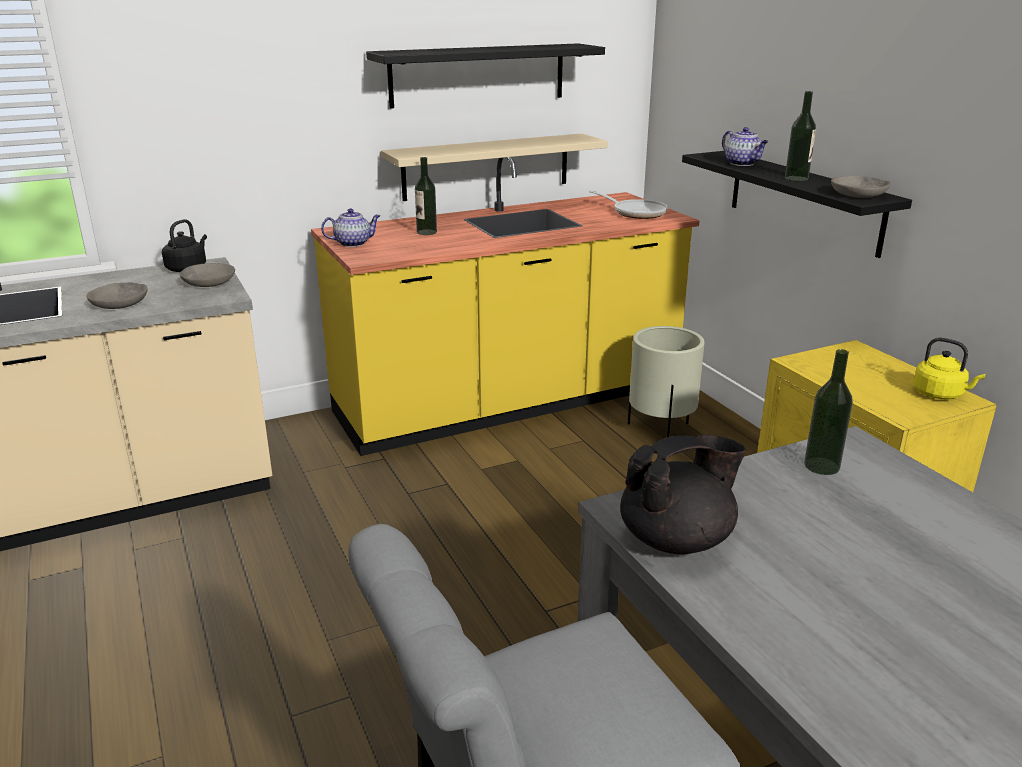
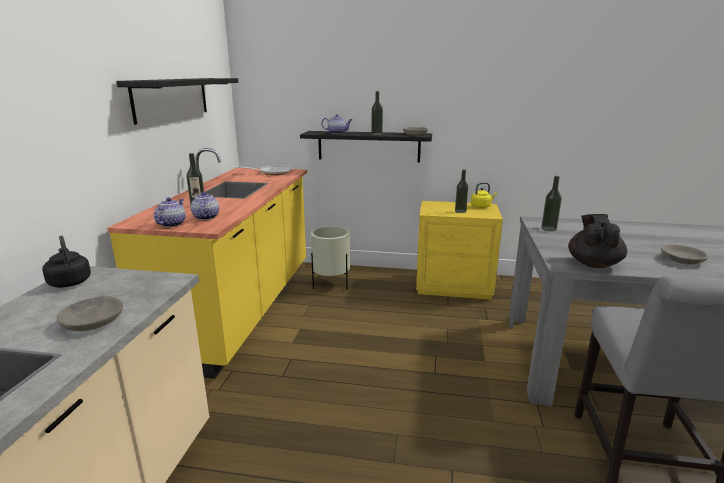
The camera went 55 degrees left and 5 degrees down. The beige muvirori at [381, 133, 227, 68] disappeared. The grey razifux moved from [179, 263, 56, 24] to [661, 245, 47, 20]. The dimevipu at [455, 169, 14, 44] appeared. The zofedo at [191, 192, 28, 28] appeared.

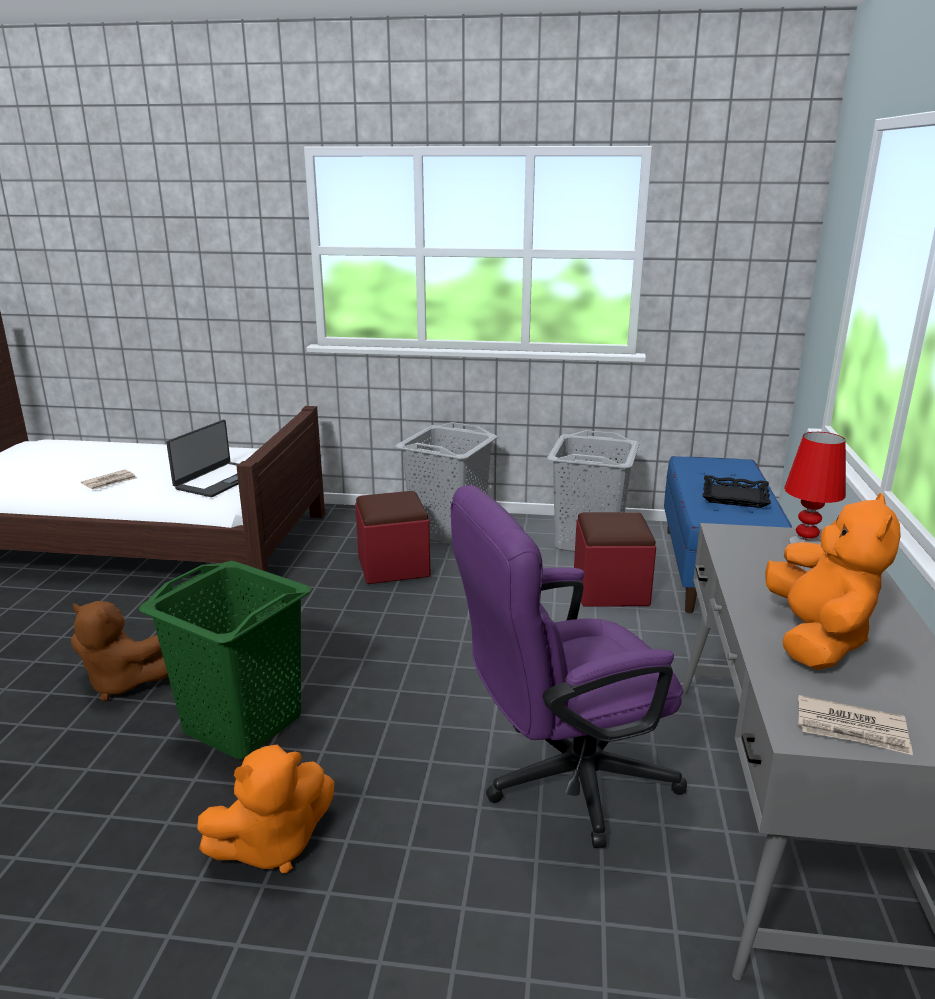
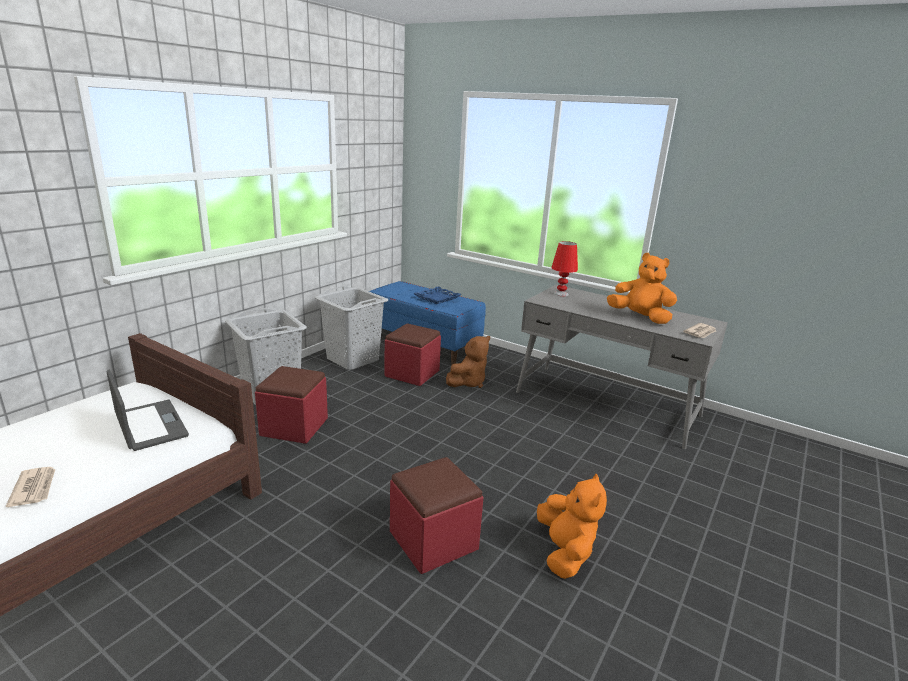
The camera went 65 degrees left and 0 degrees up. The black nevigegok at [702, 475, 69, 33] became the blue nevigegok at [414, 286, 47, 18]. The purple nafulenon at [451, 485, 236, 363] disappeared. The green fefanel at [139, 561, 172, 198] was replaced by the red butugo at [390, 457, 94, 117]. The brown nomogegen moved from [71, 601, 97, 101] to [446, 336, 44, 52].

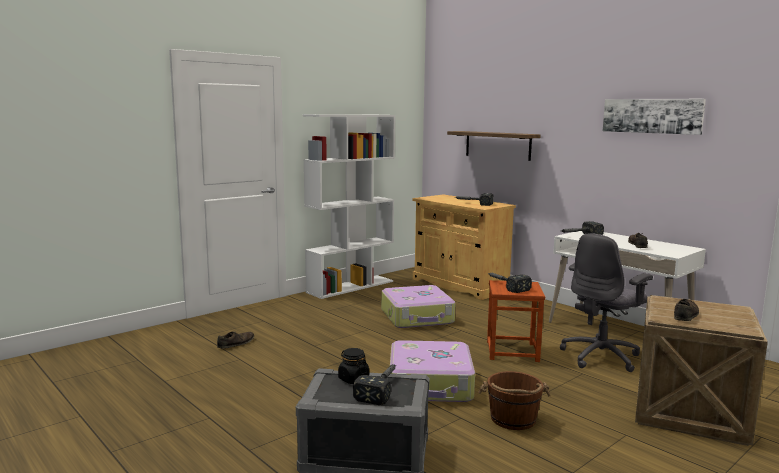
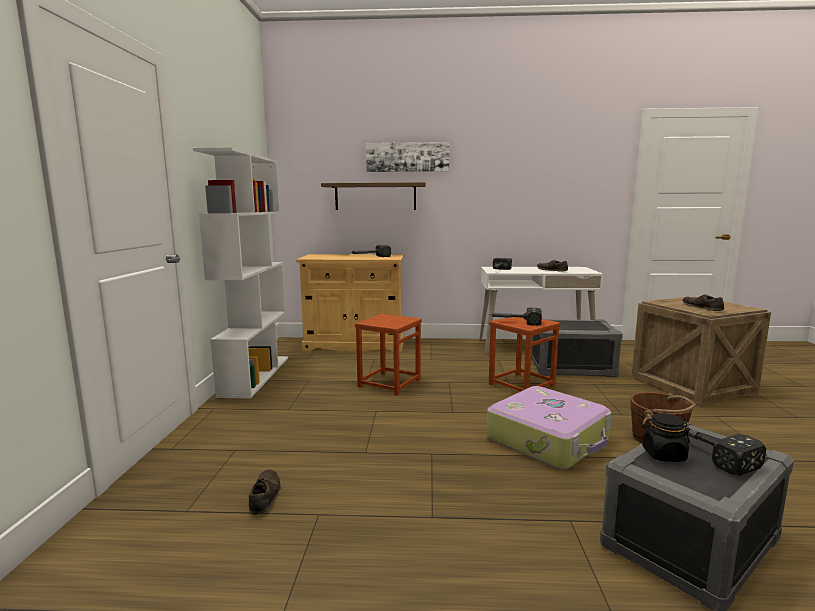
The camera went 45 degrees left and 0 degrees up. The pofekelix moved from [603, 99, 103, 36] to [366, 142, 83, 30]. The grey nafulenon at [560, 233, 93, 139] was replaced by the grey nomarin at [531, 319, 92, 58]. The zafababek at [381, 285, 74, 43] was replaced by the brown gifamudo at [355, 314, 67, 81].

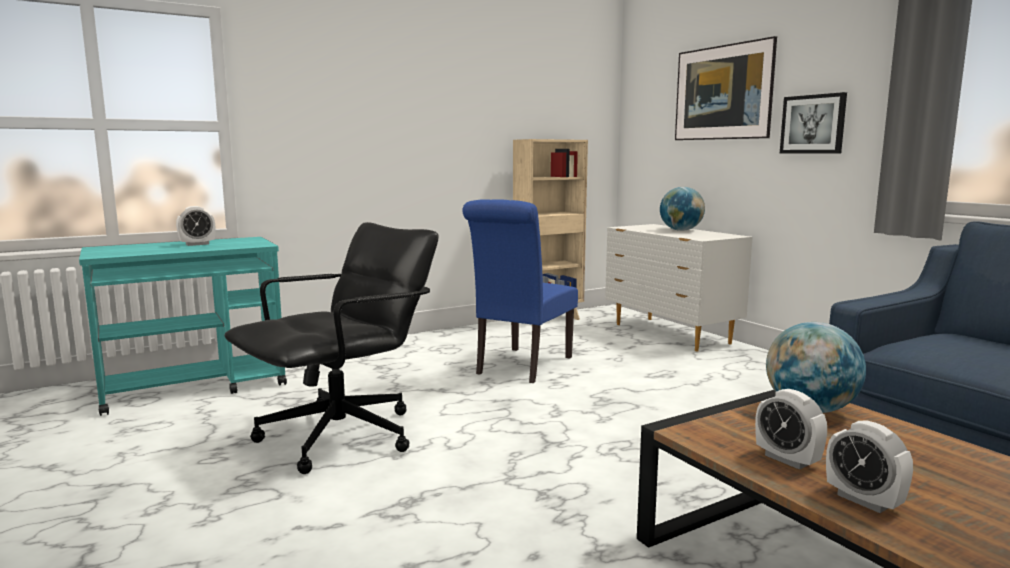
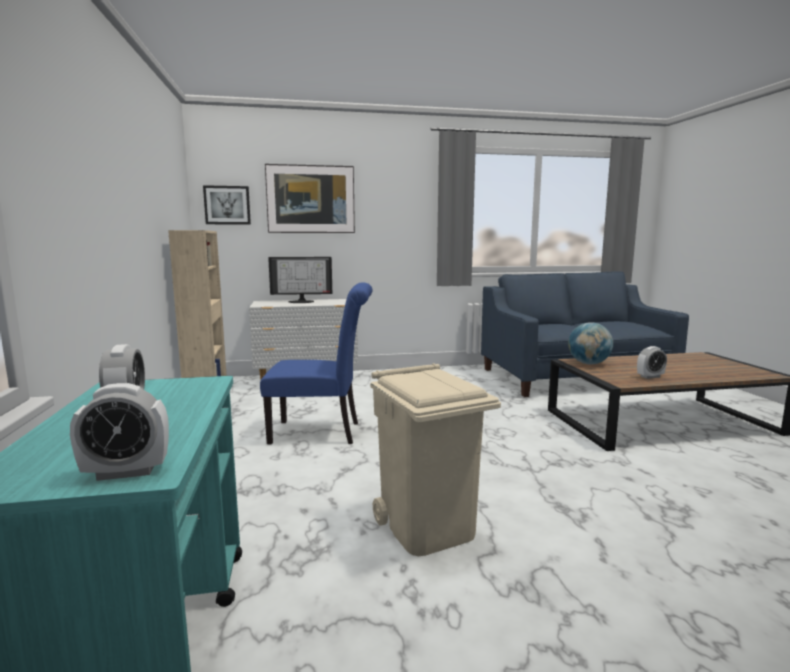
The camera went 70 degrees left and 0 degrees up. The pofekelix moved from [780, 92, 67, 61] to [203, 185, 48, 40]. The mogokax at [660, 187, 45, 44] was replaced by the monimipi at [268, 257, 64, 46]. The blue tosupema at [462, 199, 116, 184] turned 45 degrees counterclockwise. The black nafulenon at [224, 222, 214, 252] was replaced by the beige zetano at [370, 363, 131, 193]. The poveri moved from [826, 420, 87, 93] to [70, 383, 99, 98].

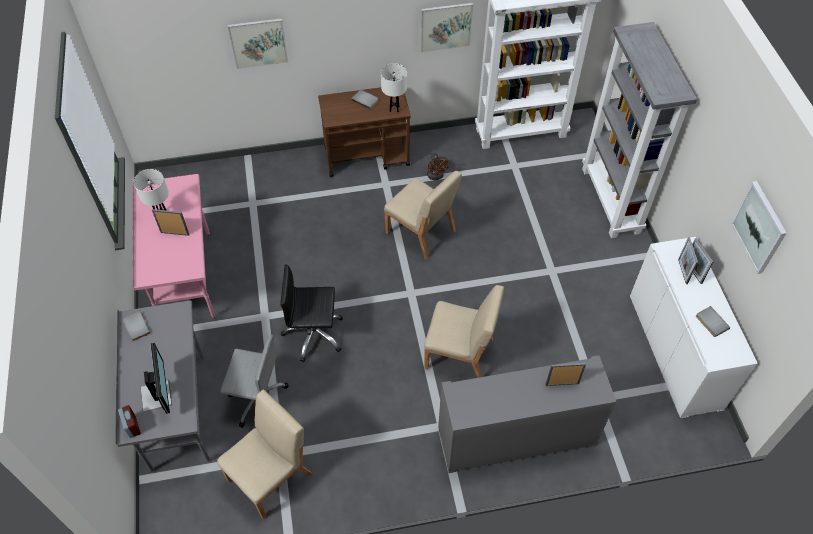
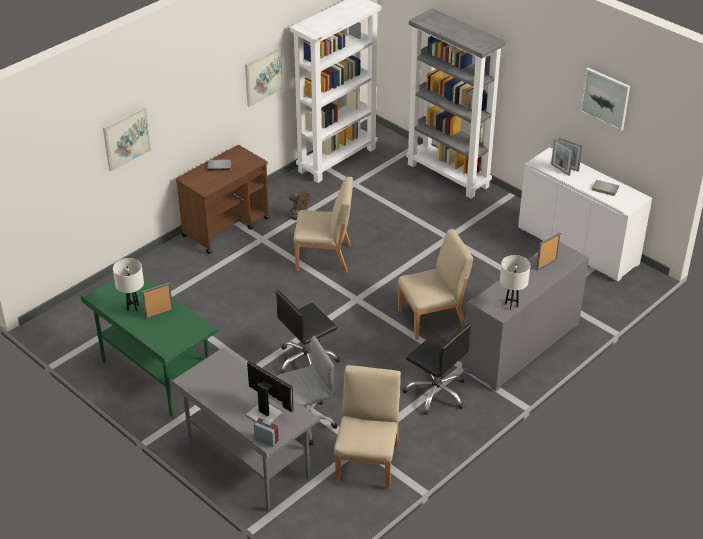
The camera went 35 degrees left and 15 degrees down. The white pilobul moved from [381, 63, 26, 49] to [500, 255, 30, 55]. The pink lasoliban at [132, 174, 83, 144] became the green lasoliban at [80, 275, 138, 143]. The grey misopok at [122, 311, 29, 30] disappeared. The black nafulenon at [403, 324, 69, 91] appeared.

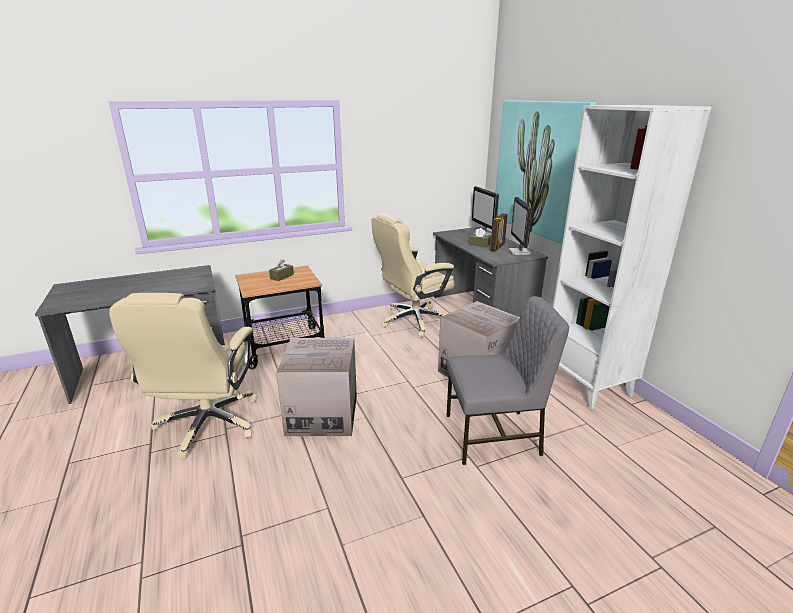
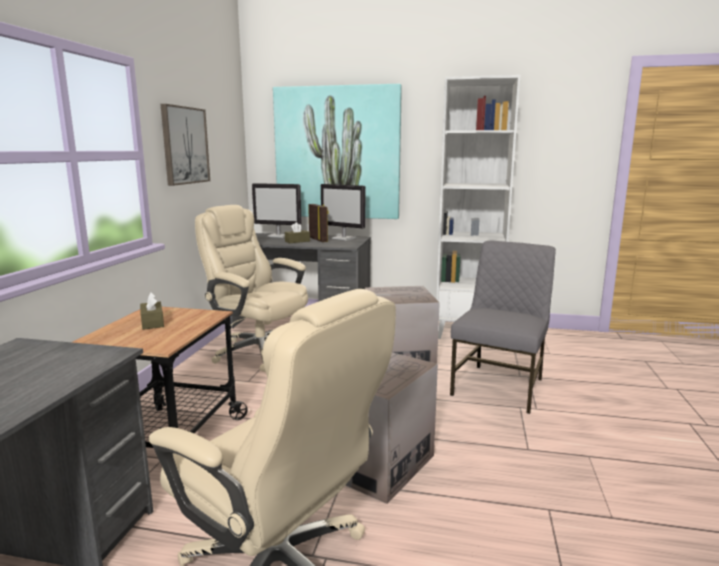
The camera went 55 degrees left and 10 degrees down. The beige nafulenon at [372, 214, 82, 124] turned 120 degrees clockwise. The pofekelix at [161, 104, 49, 82] appeared.

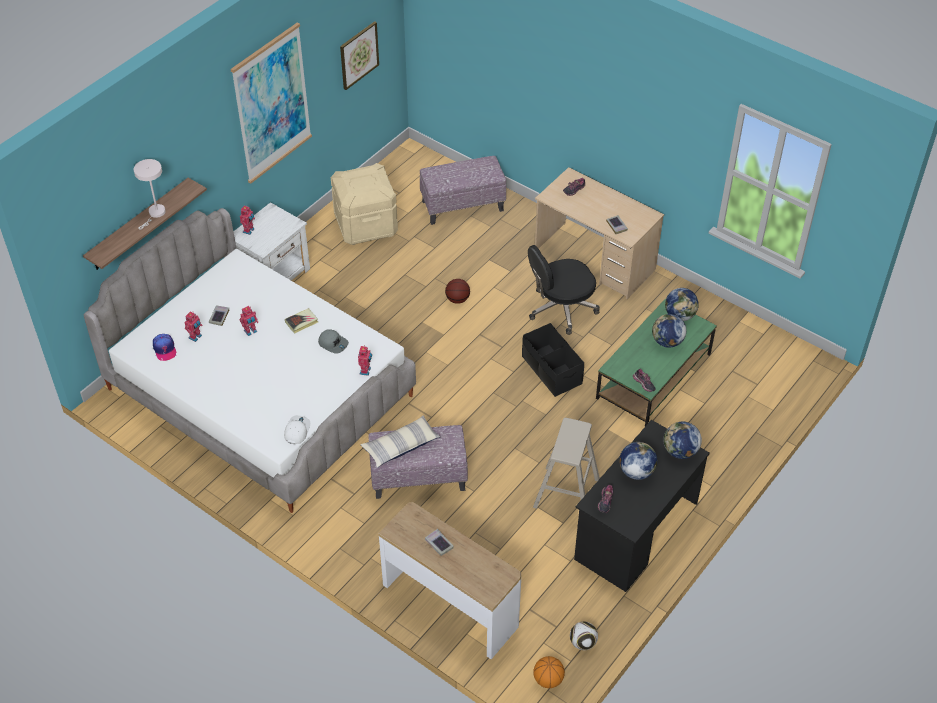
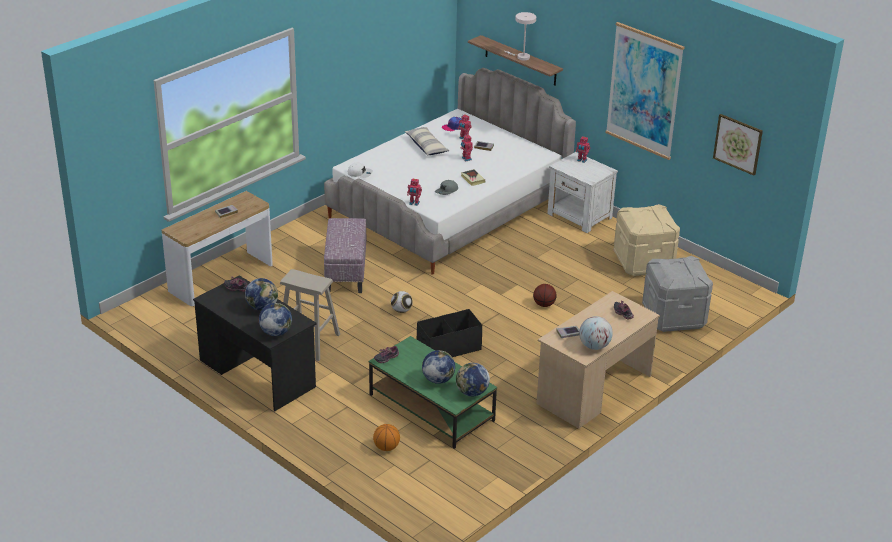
The camera went 95 degrees right and 15 degrees down. The butugo at [420, 156, 86, 69] was replaced by the grey nomarin at [642, 256, 71, 76]. The black nafulenon at [528, 245, 72, 90] disappeared. The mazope moved from [360, 415, 80, 53] to [404, 127, 46, 28]. The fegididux moved from [570, 622, 28, 28] to [391, 291, 22, 22]. The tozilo moved from [533, 656, 32, 32] to [373, 424, 27, 27]. The mogokax at [579, 316, 34, 34] appeared.

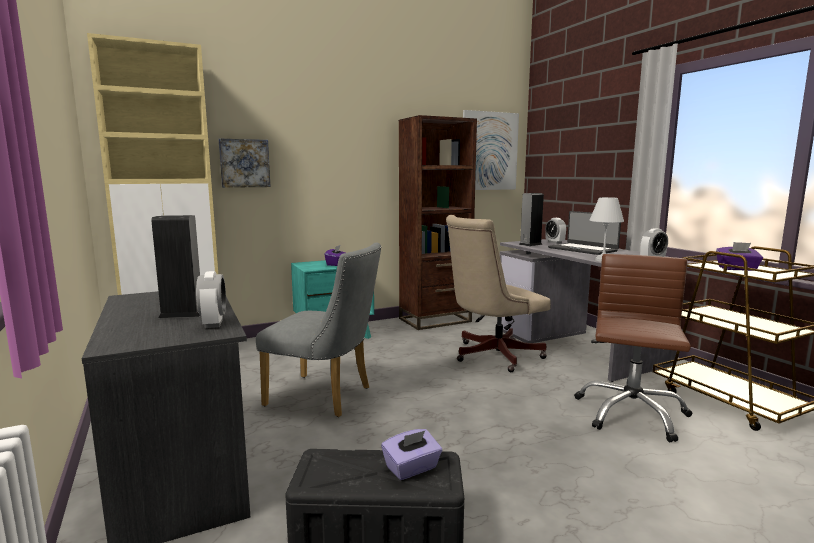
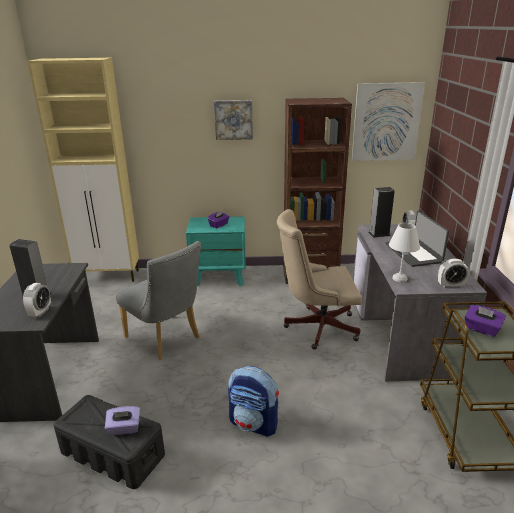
The camera went 25 degrees right and 15 degrees up. The pofekelix moved from [219, 138, 52, 50] to [214, 100, 39, 40]. The brown nafulenon at [575, 254, 118, 188] disappeared. The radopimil at [228, 366, 51, 71] appeared.

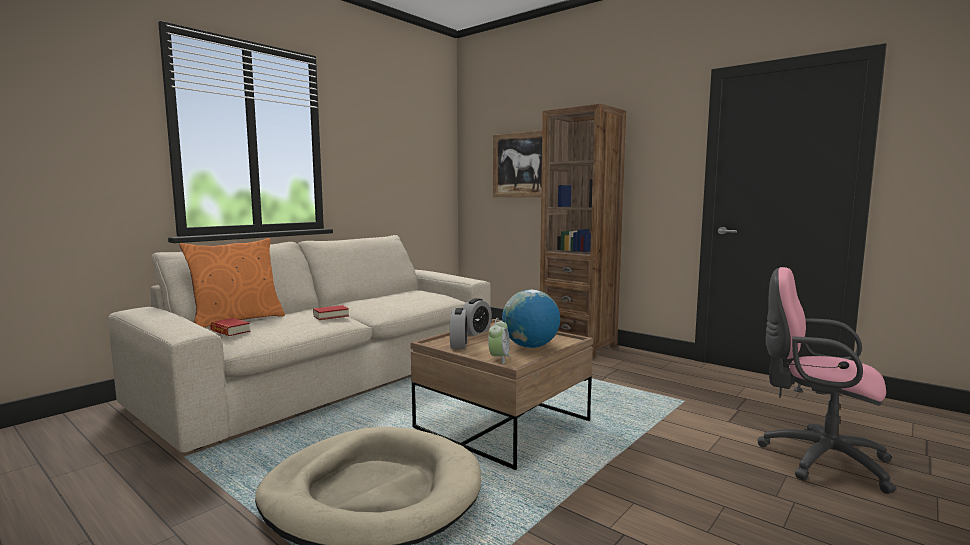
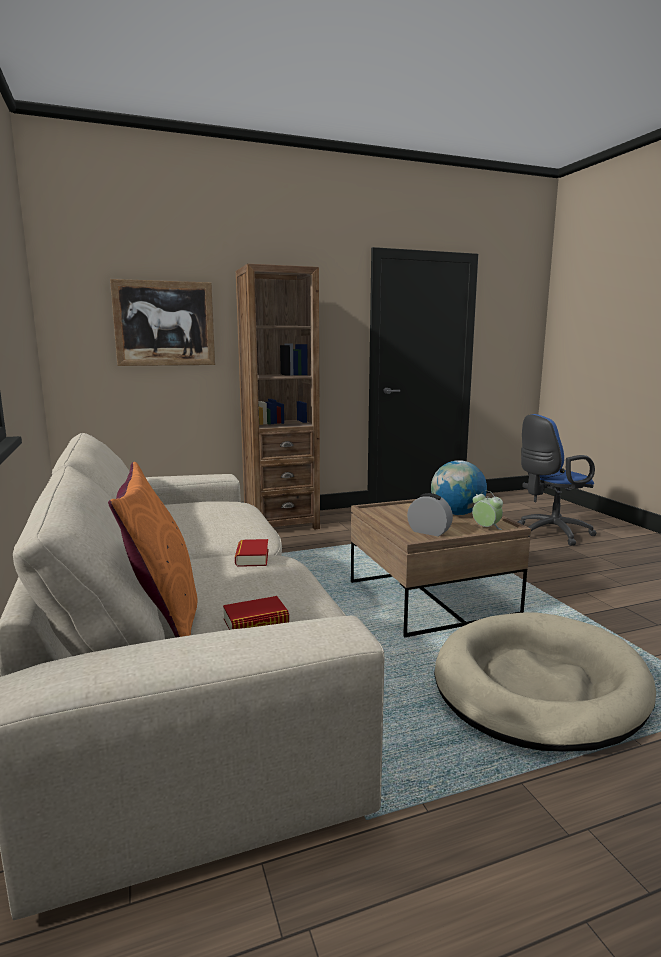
The camera went 60 degrees left and 5 degrees up. The pink nafulenon at [757, 267, 139, 227] became the blue nafulenon at [518, 414, 79, 132]. The poveri at [463, 298, 29, 38] disappeared.

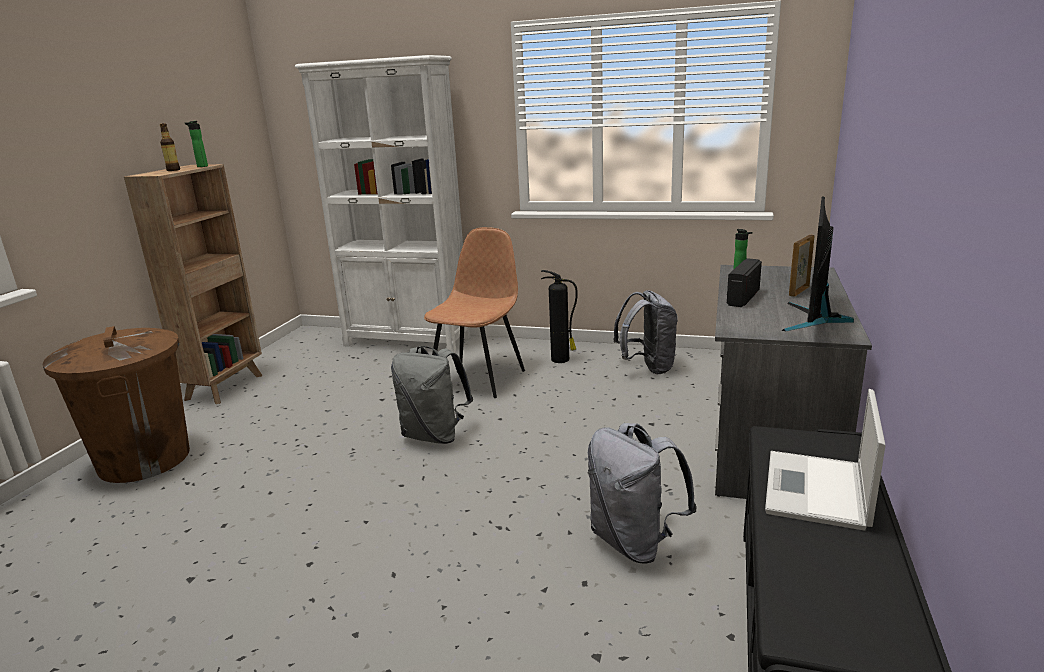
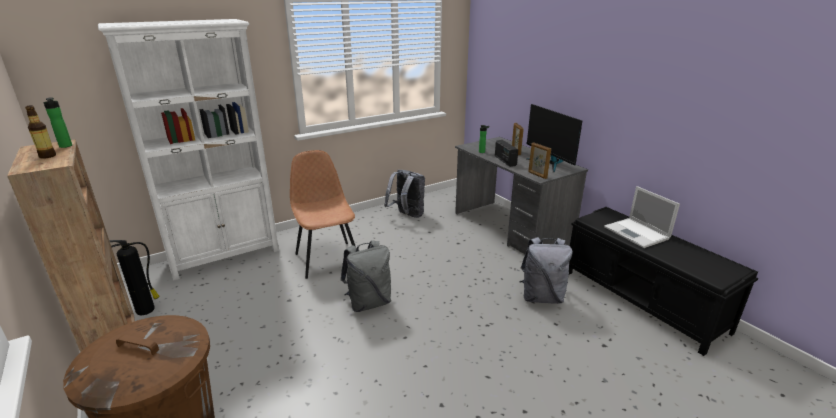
The camera went 50 degrees left and 5 degrees up. The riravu moved from [541, 270, 37, 93] to [109, 240, 51, 75]. The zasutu at [528, 143, 23, 36] appeared.

